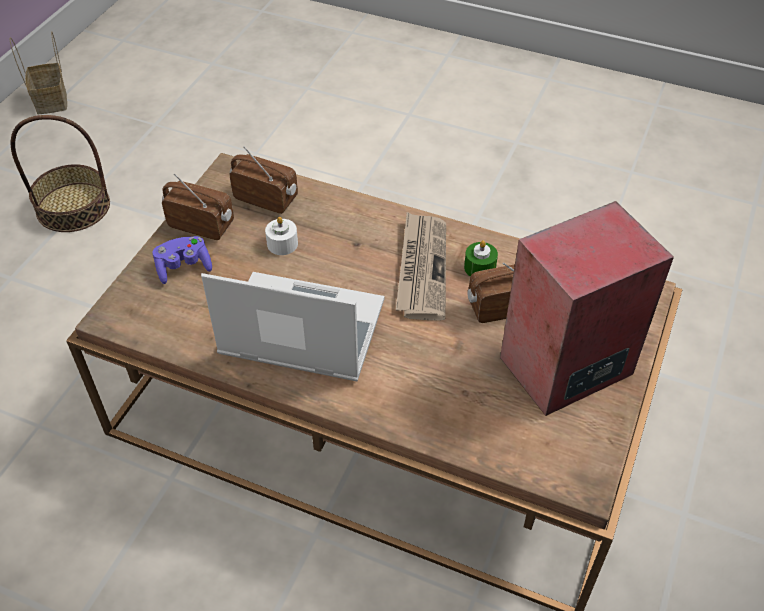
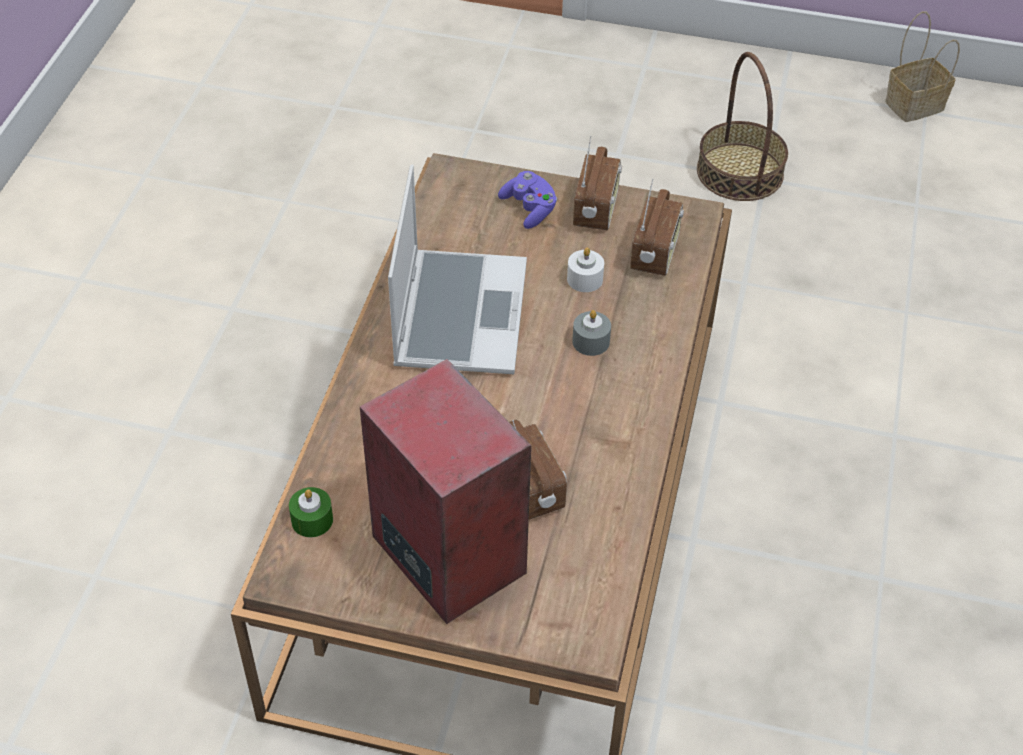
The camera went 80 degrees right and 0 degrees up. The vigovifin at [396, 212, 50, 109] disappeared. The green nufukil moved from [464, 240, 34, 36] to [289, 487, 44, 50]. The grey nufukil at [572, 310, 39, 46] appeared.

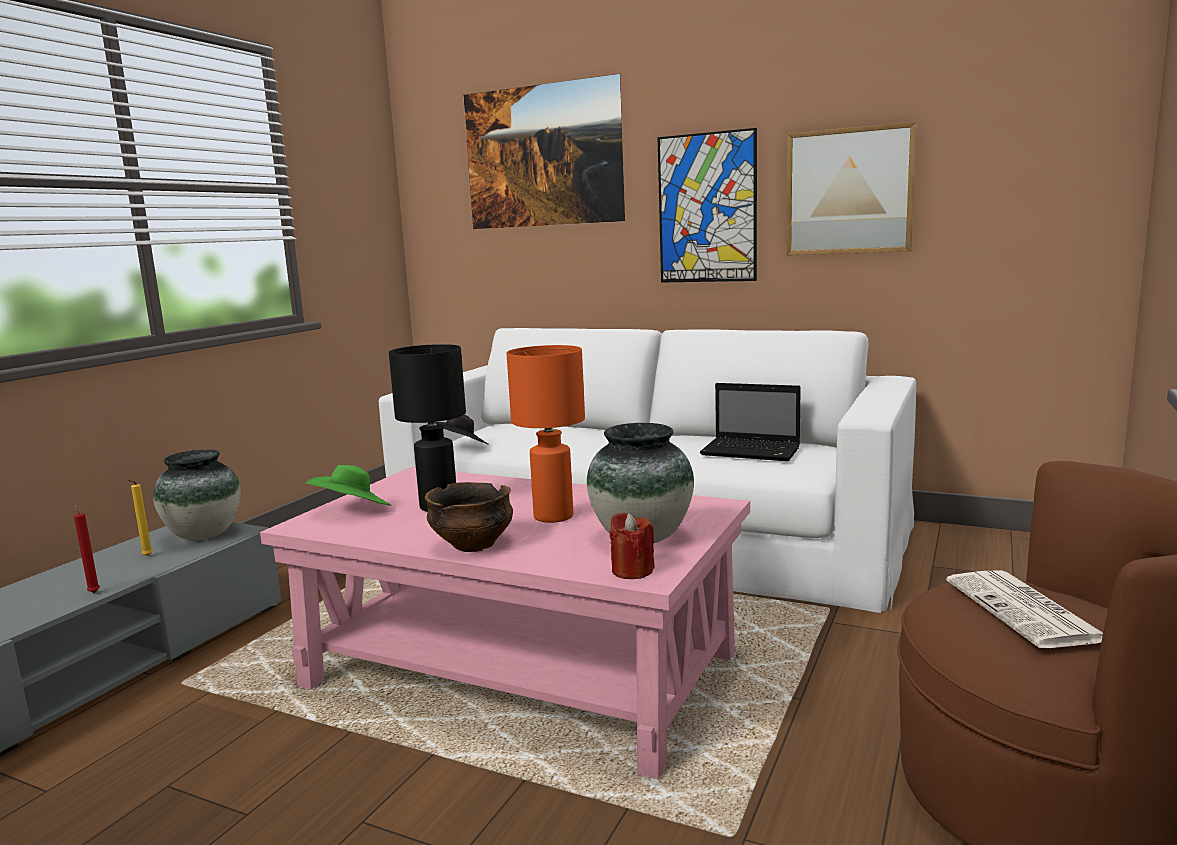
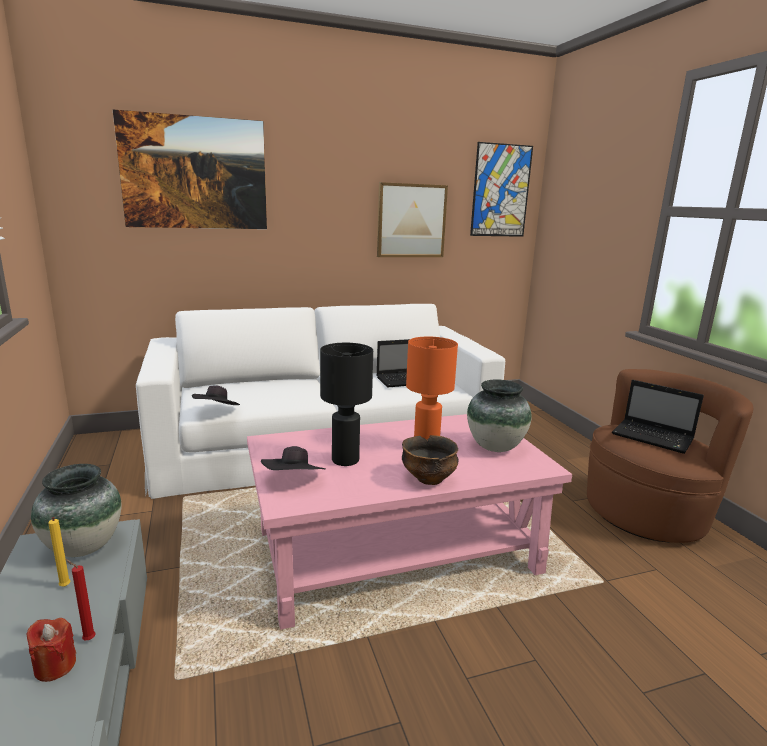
The camera went 45 degrees left and 5 degrees up. The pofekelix moved from [658, 128, 99, 155] to [470, 142, 63, 95]. The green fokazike at [305, 465, 87, 41] became the black fokazike at [261, 446, 65, 24]. The red nufukil moved from [610, 512, 45, 67] to [26, 618, 50, 64]. The vigovifin at [946, 570, 157, 78] was replaced by the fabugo at [612, 380, 92, 74].

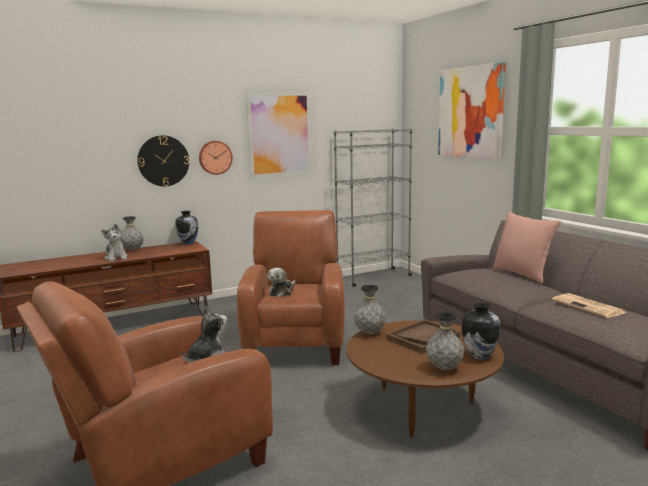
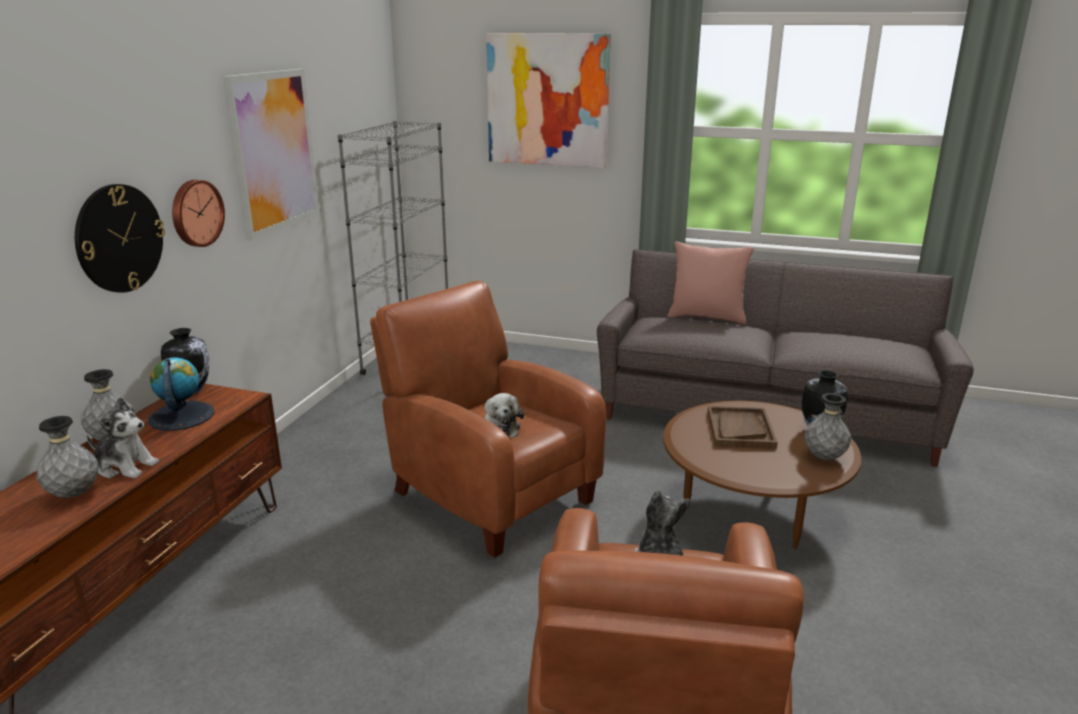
The camera went 45 degrees left and 10 degrees up. The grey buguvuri moved from [354, 285, 32, 49] to [36, 416, 63, 82]. The vigovifin at [552, 293, 75, 25] disappeared. The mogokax at [148, 358, 66, 73] appeared.

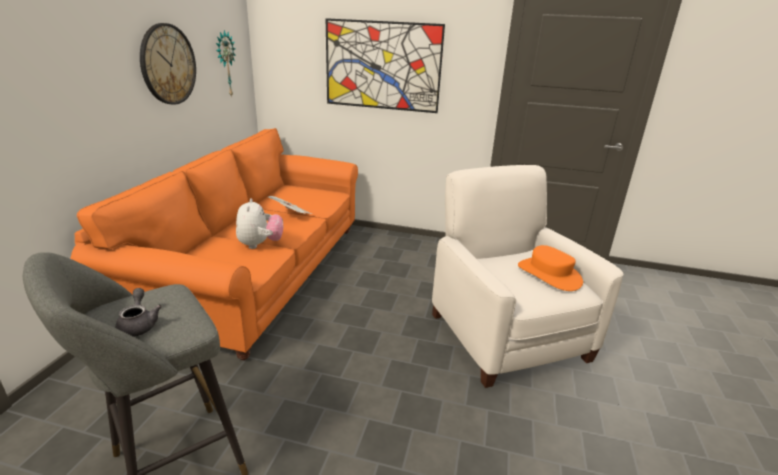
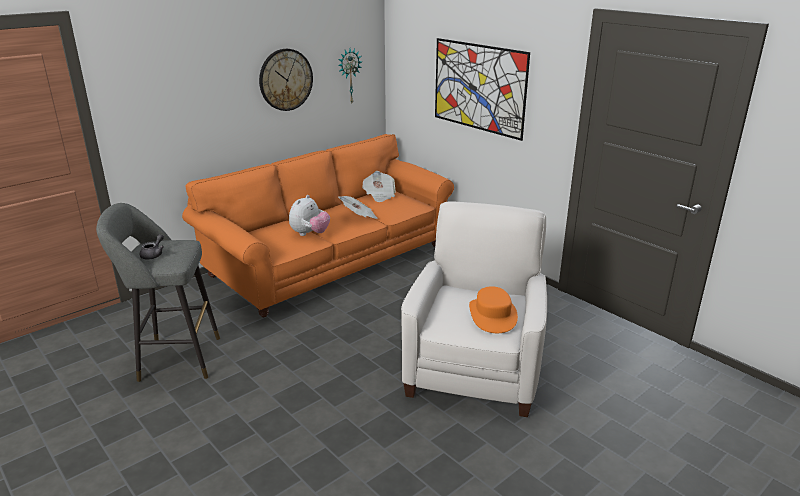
The camera went 35 degrees right and 0 degrees up. The vigovifin at [362, 171, 34, 31] appeared.

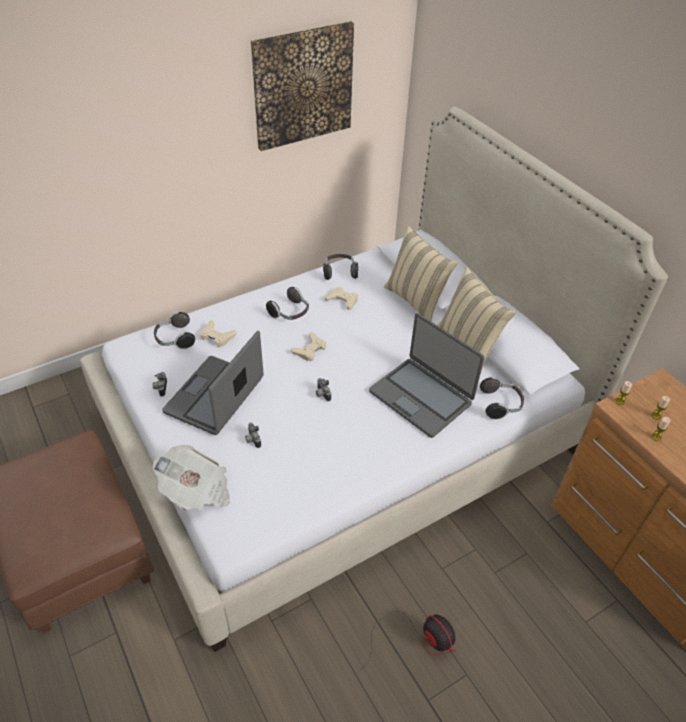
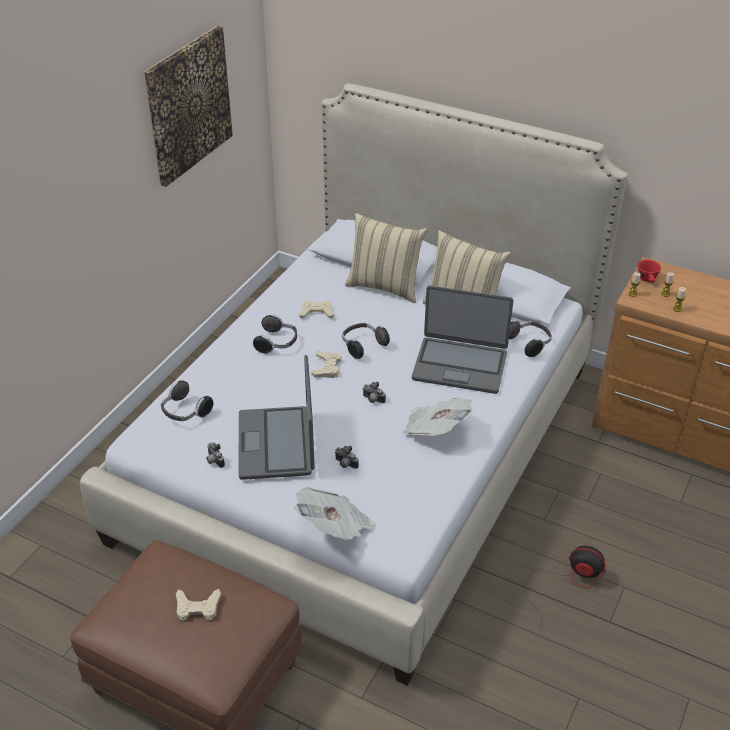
The camera went 30 degrees left and 5 degrees down. The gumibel moved from [323, 254, 35, 26] to [342, 323, 48, 36]. The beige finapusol moved from [200, 320, 36, 27] to [176, 589, 45, 32]. The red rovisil at [637, 260, 24, 23] appeared. The vigovifin at [403, 398, 69, 38] appeared.

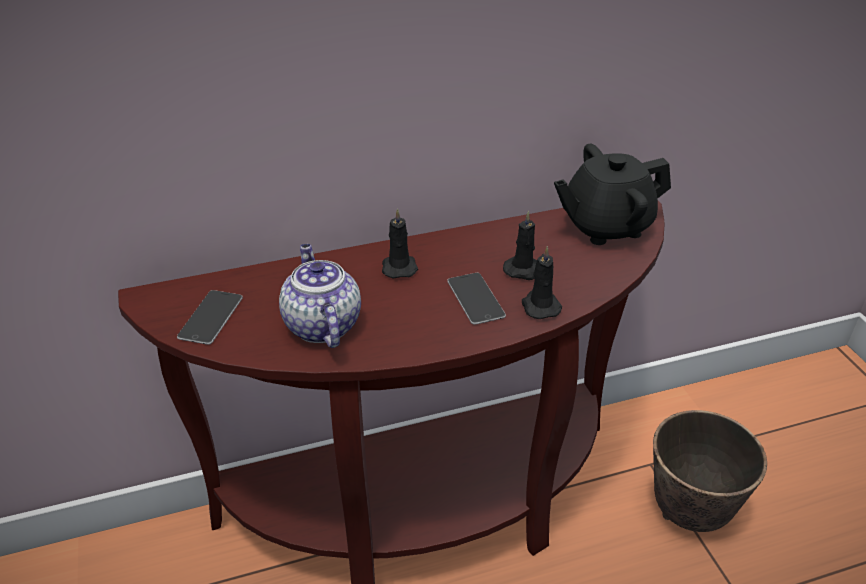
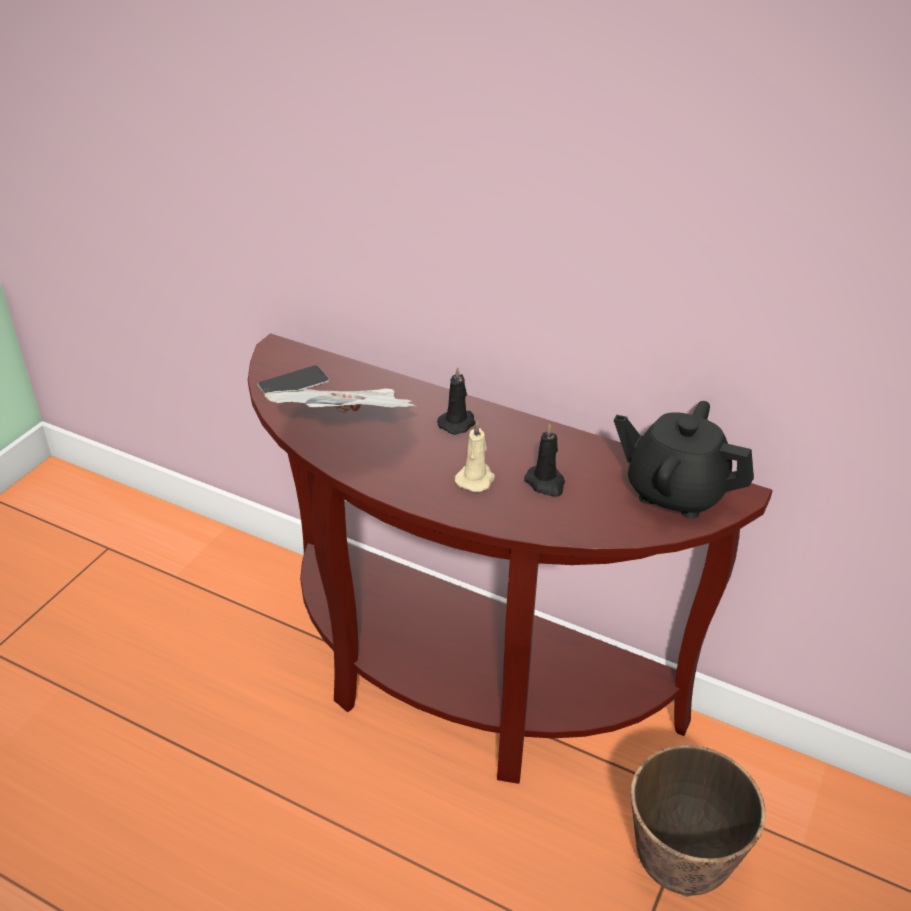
The camera went 45 degrees right and 0 degrees up. The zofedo at [279, 244, 82, 104] was replaced by the vigovifin at [265, 388, 151, 25]. The black nufukil at [522, 246, 40, 73] disappeared. The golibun at [447, 273, 59, 52] was replaced by the beige nufukil at [455, 421, 40, 71].

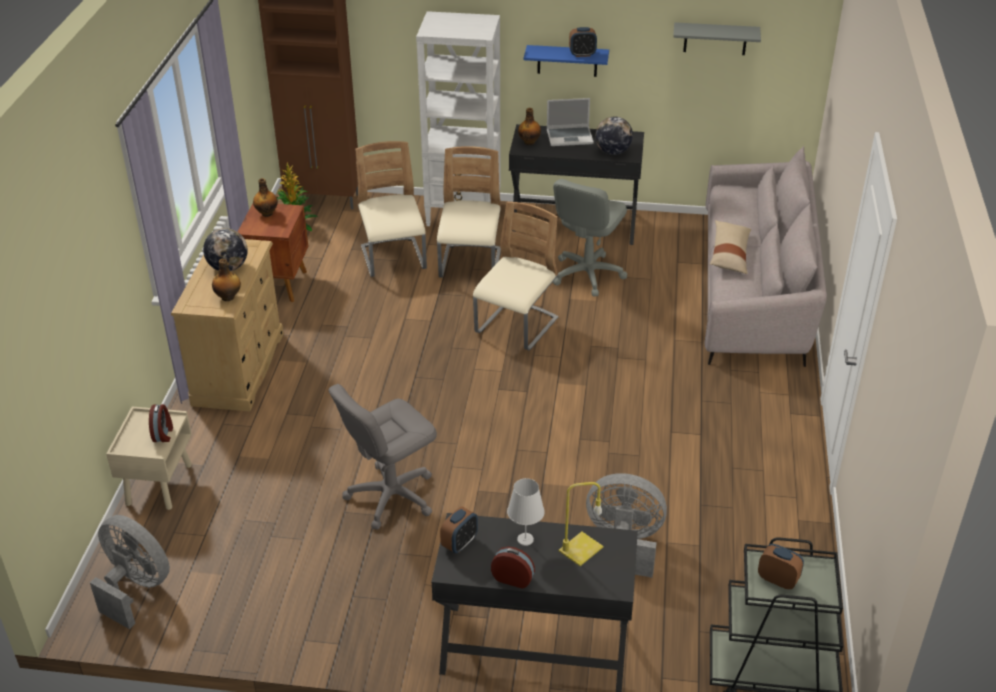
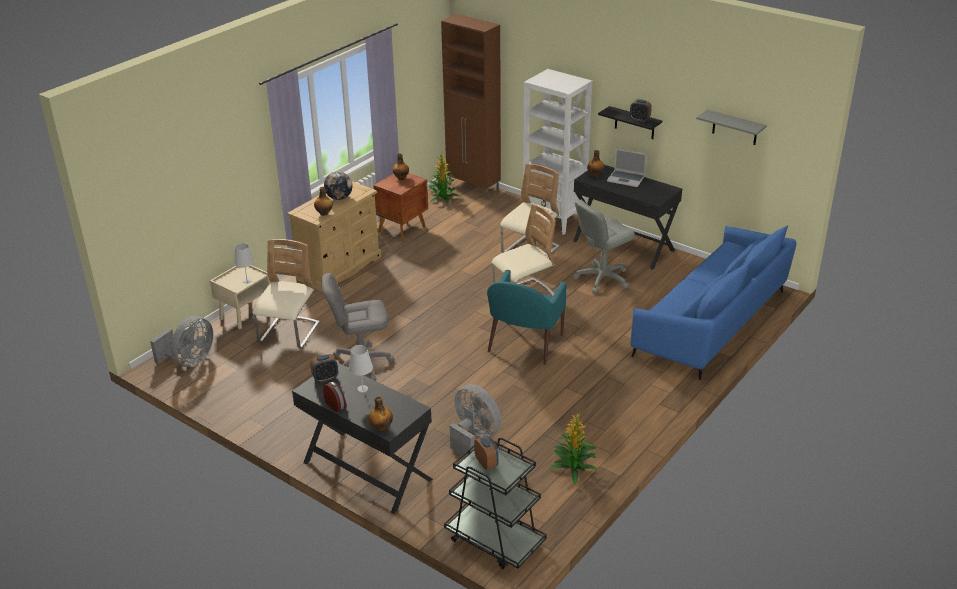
The camera went 30 degrees right and 5 degrees down. The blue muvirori at [523, 45, 86, 32] became the black muvirori at [598, 106, 64, 33]. The mogokax at [595, 116, 38, 39] disappeared. The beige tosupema moved from [355, 141, 72, 136] to [252, 239, 68, 109]. The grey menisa at [705, 146, 122, 221] became the blue menisa at [630, 226, 166, 154]. The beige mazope at [710, 220, 41, 54] disappeared. The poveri at [149, 404, 24, 38] was replaced by the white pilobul at [234, 243, 20, 40]. The yellow pilobul at [559, 482, 44, 84] disappeared. The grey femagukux at [90, 515, 80, 114] turned 60 degrees clockwise. The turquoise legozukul at [487, 270, 80, 95] appeared. The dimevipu at [369, 396, 24, 36] appeared. The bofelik at [549, 413, 49, 71] appeared.

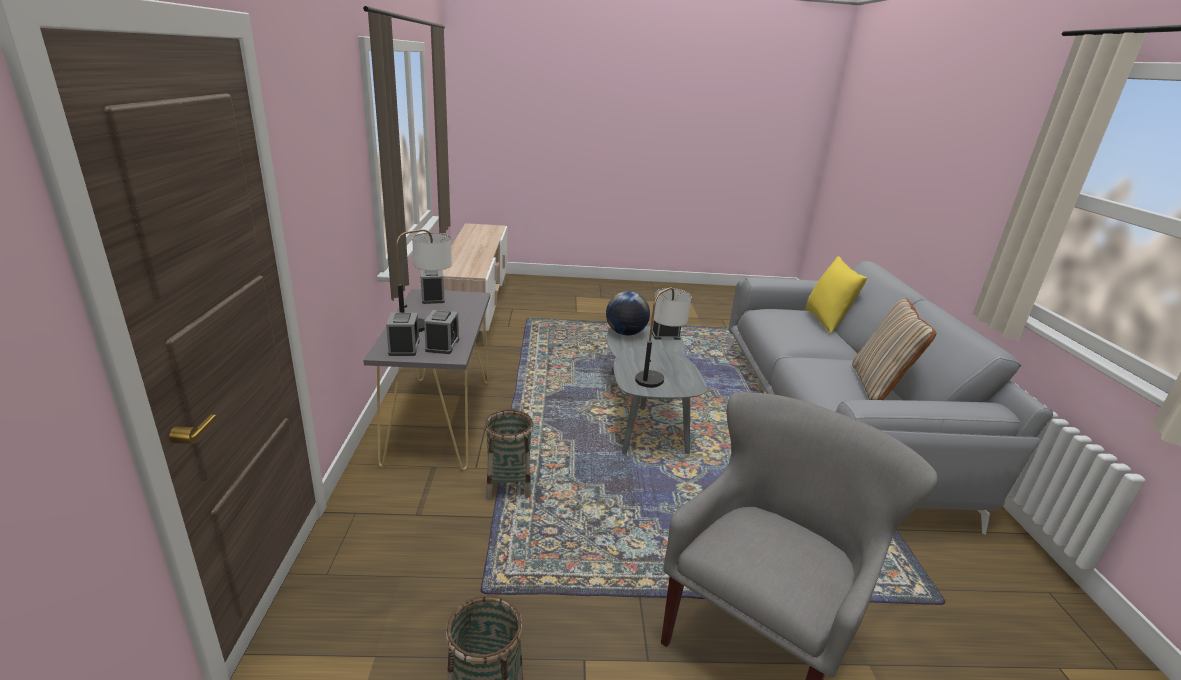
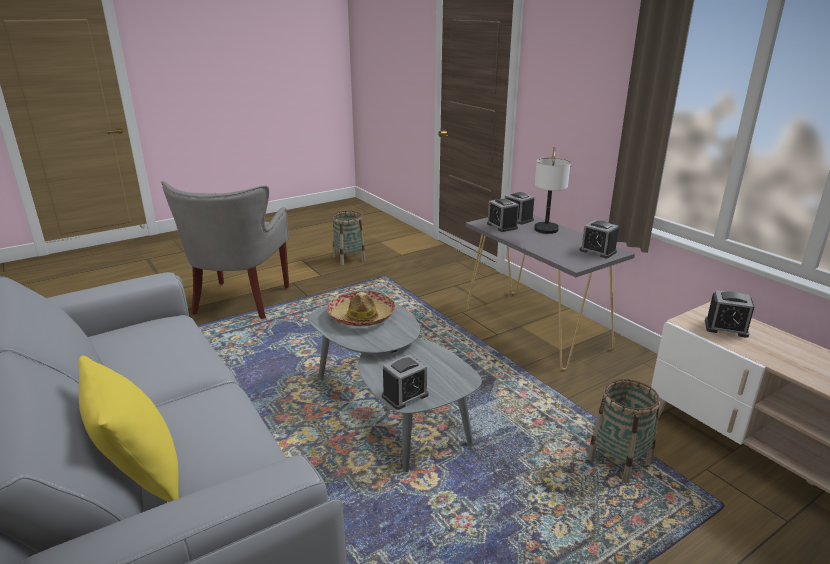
The camera went 150 degrees right and 0 degrees up. The pilobul at [635, 287, 57, 101] was replaced by the fokazike at [327, 291, 68, 35]. The mogokax at [606, 291, 44, 45] disappeared. The beige mazope at [852, 299, 84, 101] disappeared. The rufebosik moved from [484, 409, 50, 91] to [587, 379, 73, 105]. The poveri at [705, 290, 49, 48] appeared.

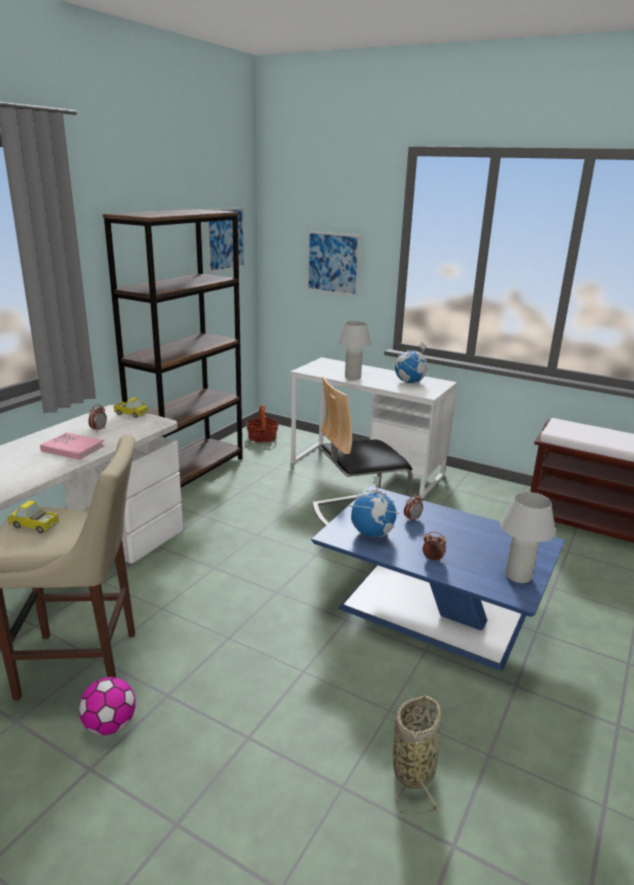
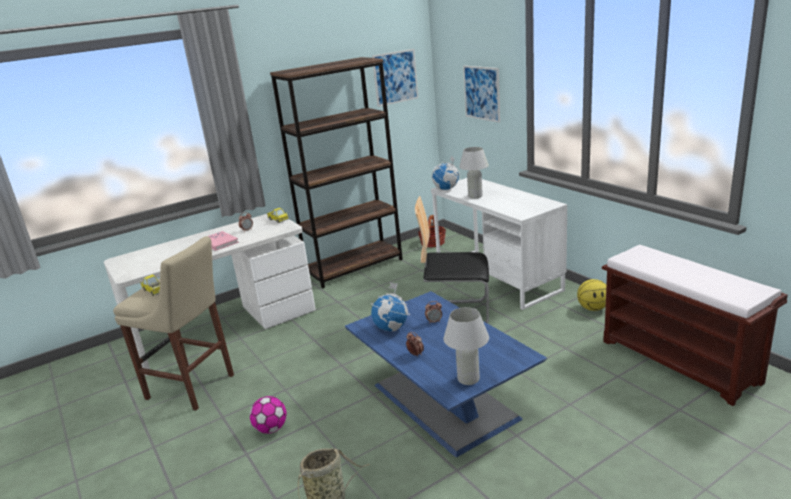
The camera went 30 degrees right and 0 degrees up. The mogokax moved from [395, 341, 34, 42] to [432, 156, 28, 34]. The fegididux moved from [79, 677, 57, 58] to [250, 396, 37, 38]. The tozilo at [577, 279, 29, 32] appeared.

